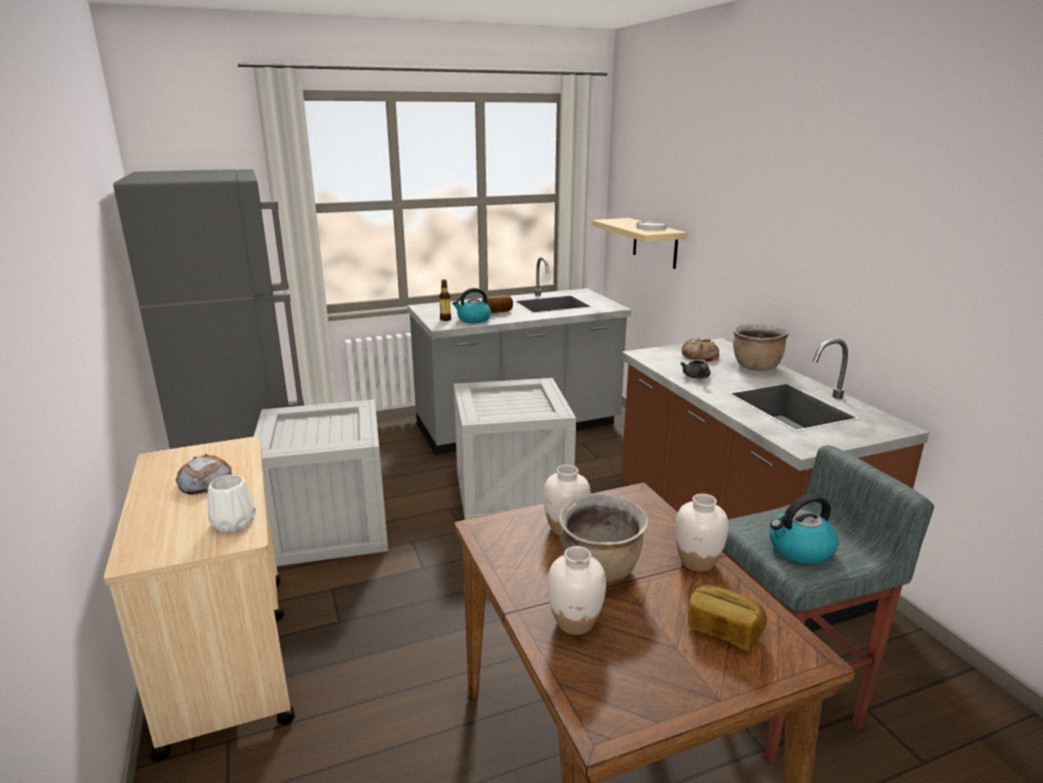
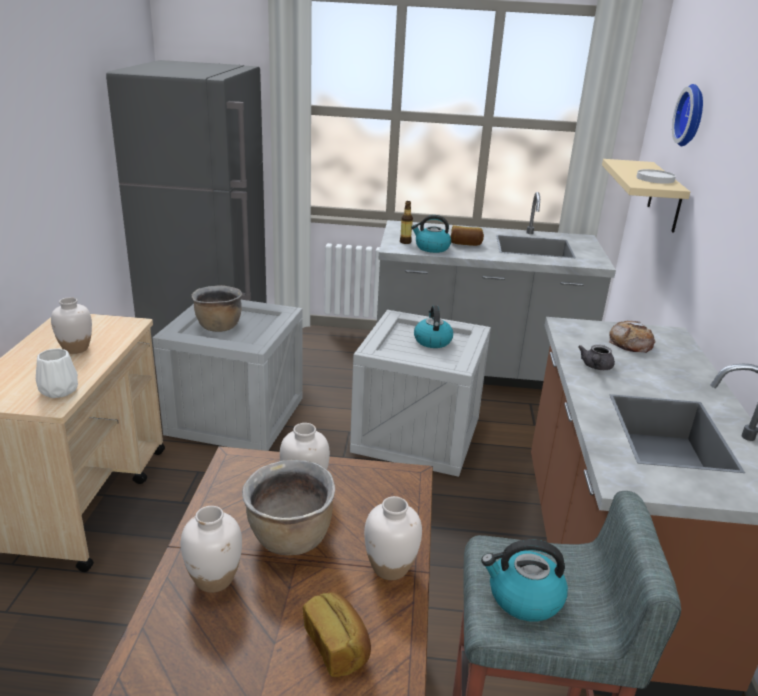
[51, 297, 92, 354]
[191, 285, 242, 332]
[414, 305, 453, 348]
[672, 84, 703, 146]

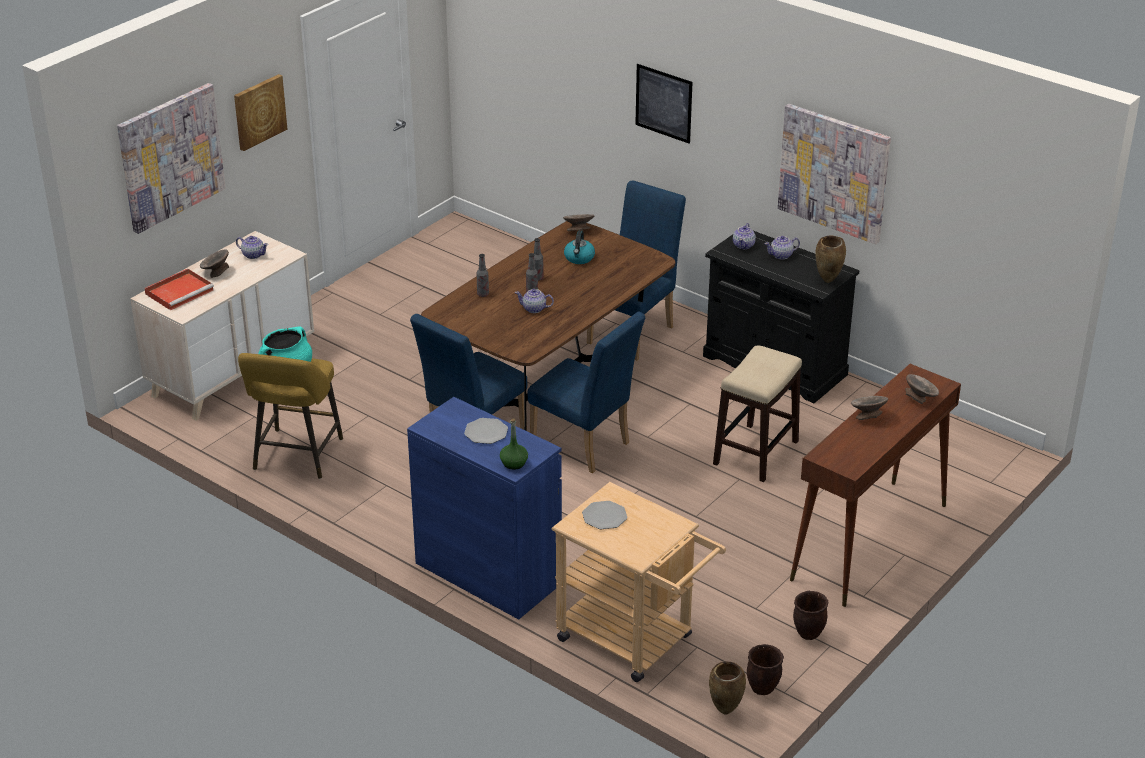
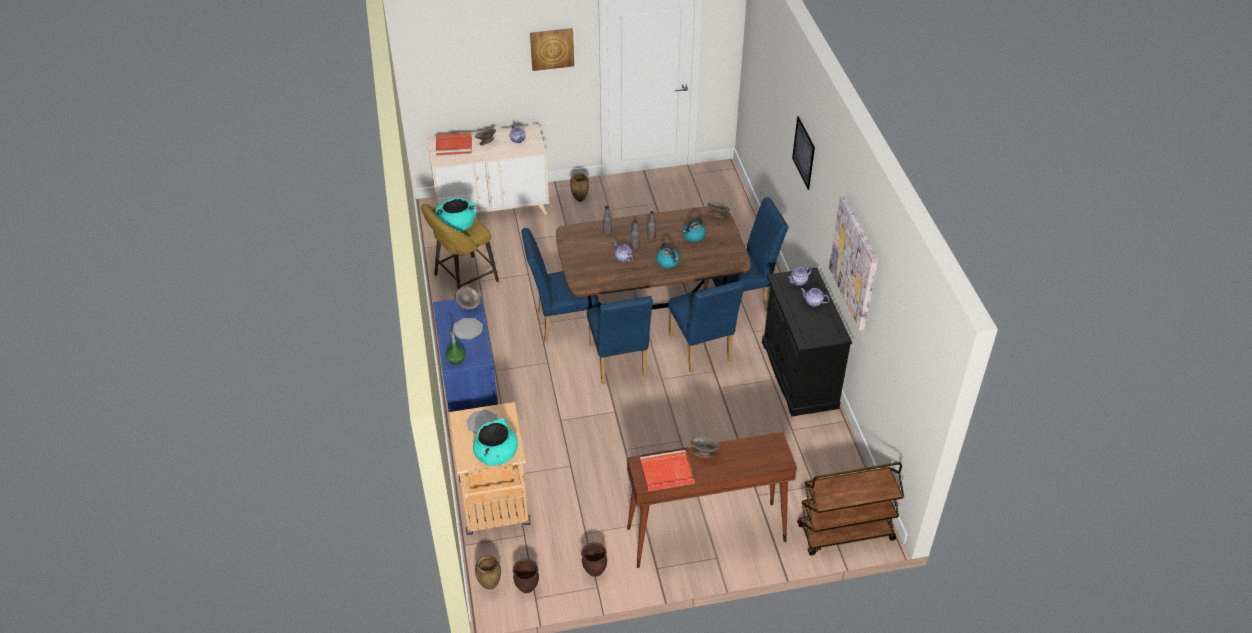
[455, 287, 480, 310]
[473, 418, 518, 466]
[570, 173, 589, 202]
[640, 450, 695, 491]
[656, 243, 680, 268]
[668, 280, 745, 372]
[797, 462, 904, 556]
[117, 83, 226, 234] (first image)
[713, 346, 802, 482] (first image)

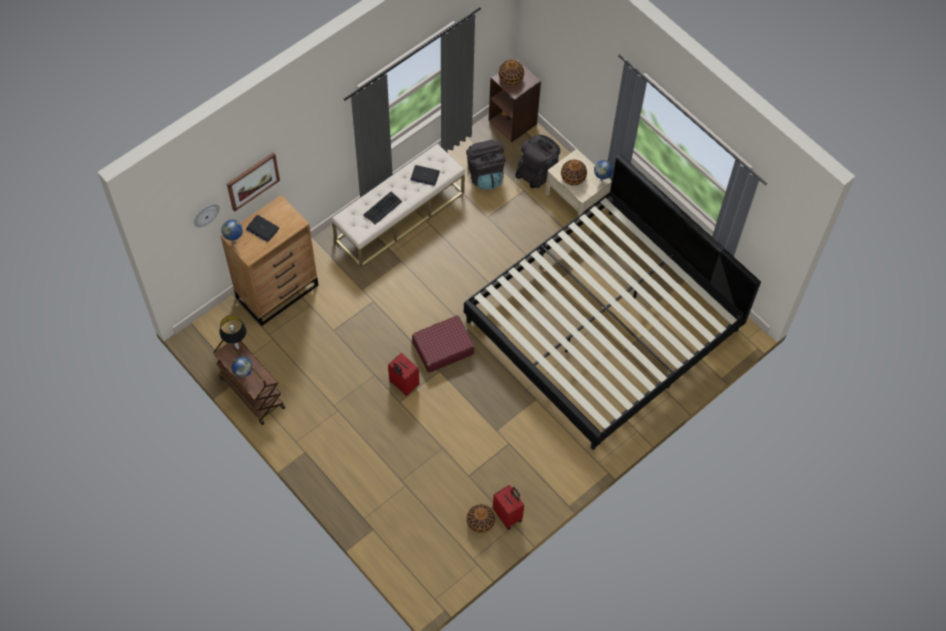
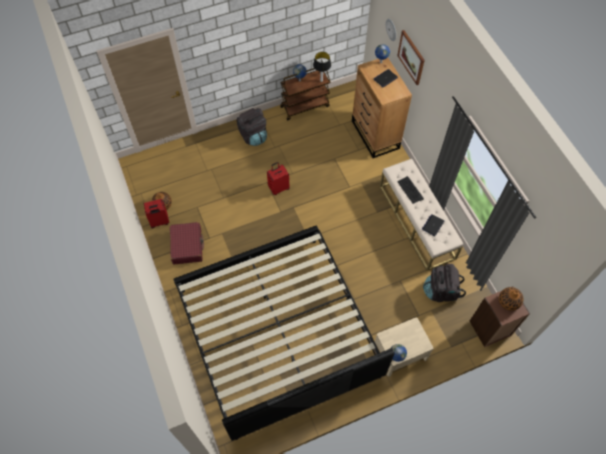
[170, 222, 204, 264]
[237, 108, 267, 146]
[561, 159, 587, 185] (first image)

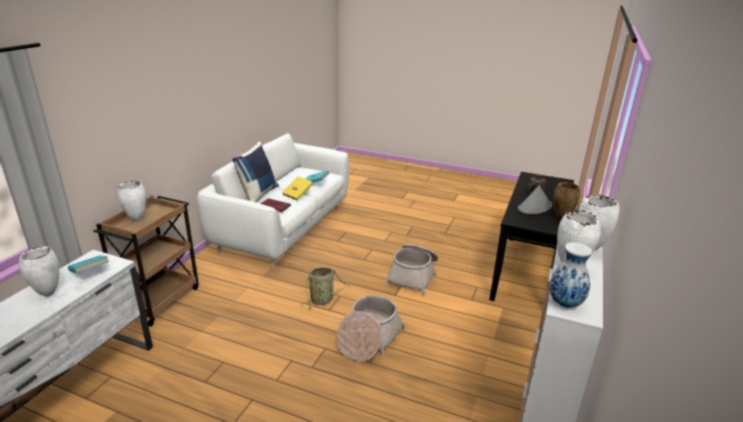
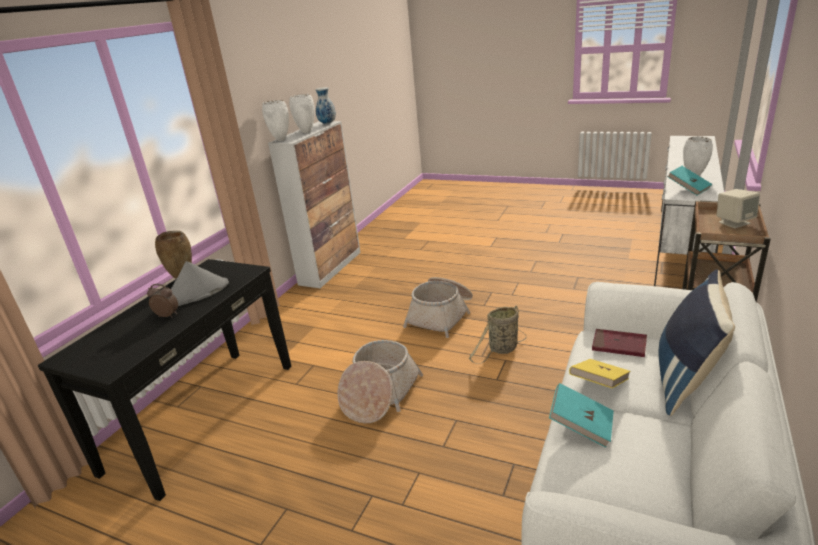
[717, 189, 760, 228]

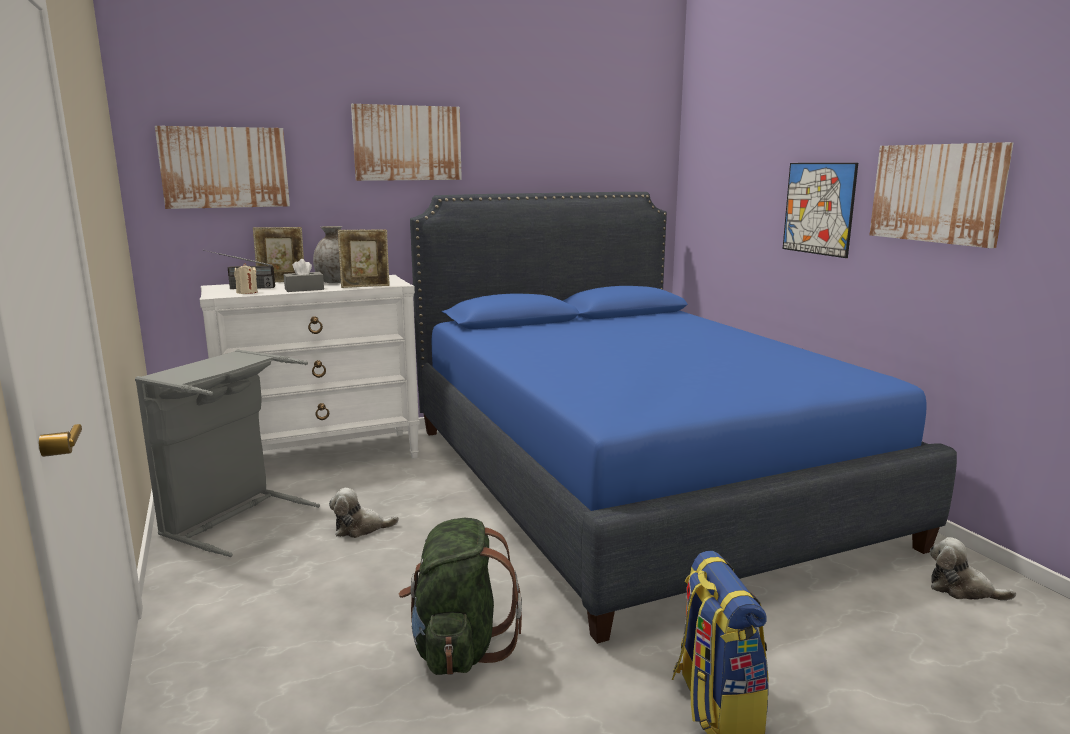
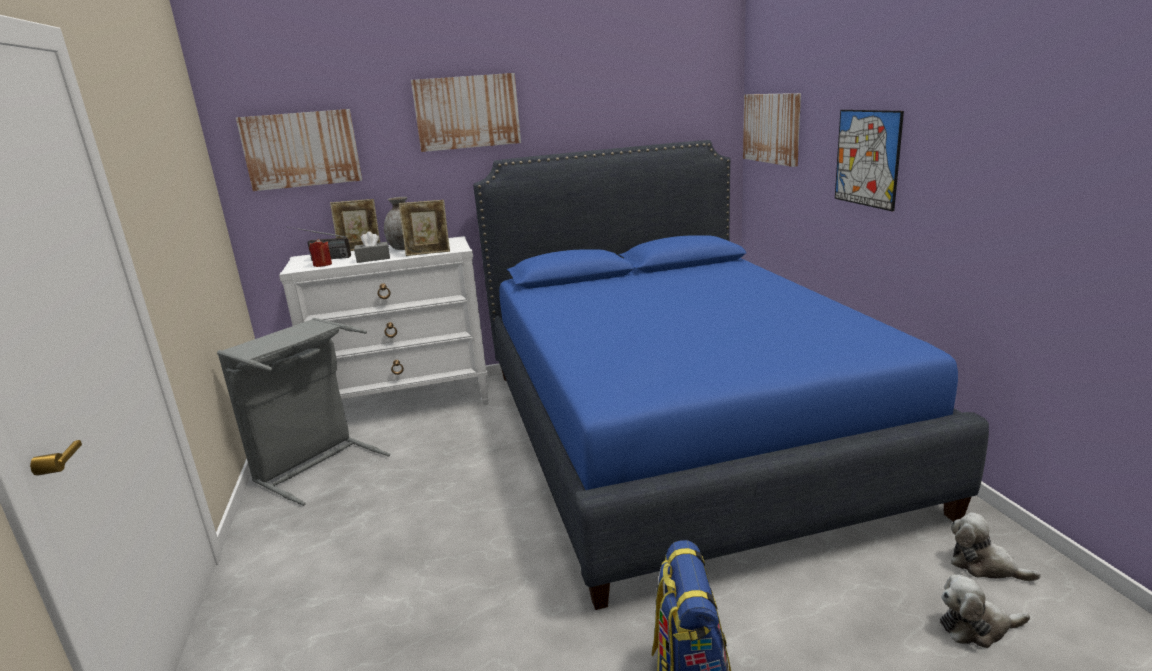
[309, 239, 332, 267]
[743, 93, 801, 167]
[940, 574, 1030, 648]
[399, 518, 522, 675] (first image)

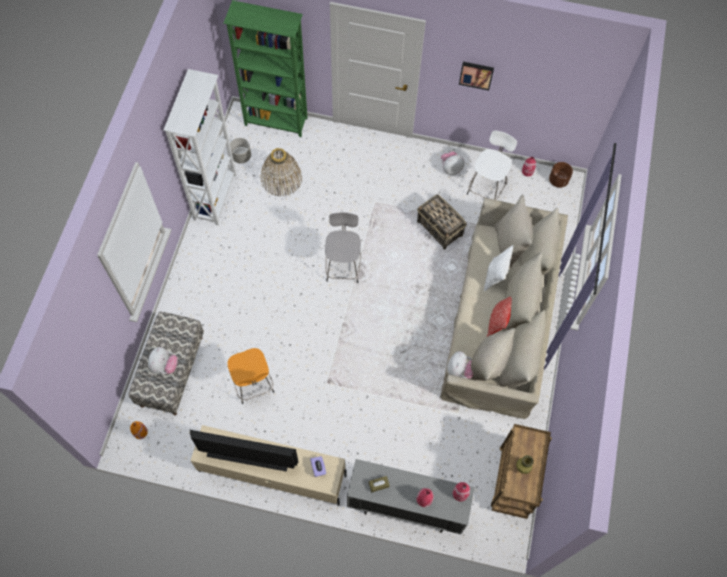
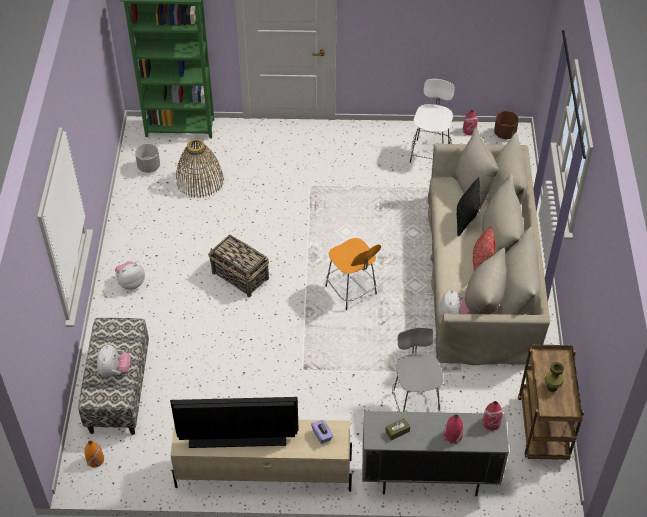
[115, 261, 145, 290]
[208, 235, 269, 297]
[325, 238, 381, 310]
[392, 327, 444, 412]
[457, 177, 480, 236]
[164, 69, 236, 226] (first image)
[459, 62, 494, 91] (first image)

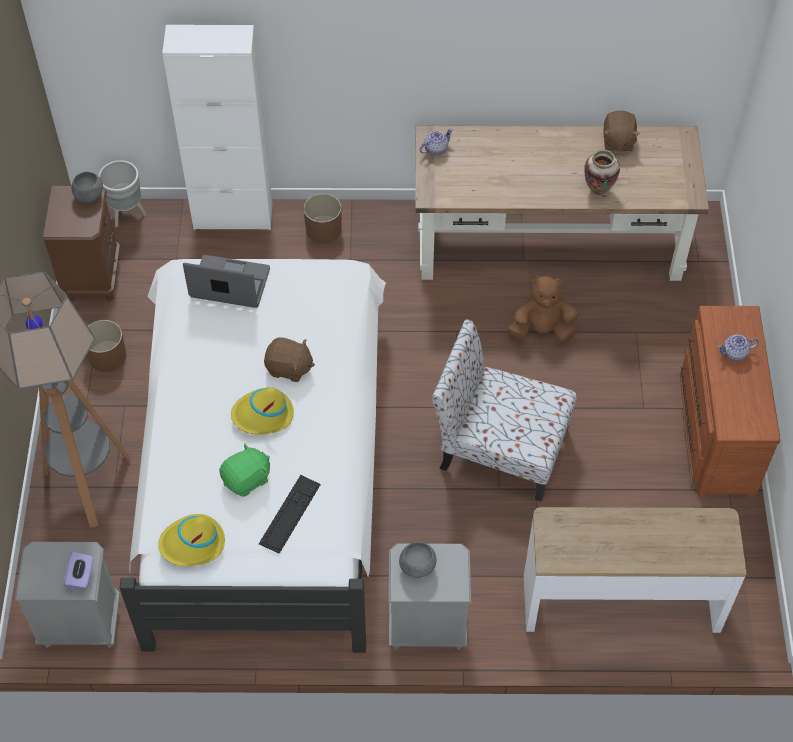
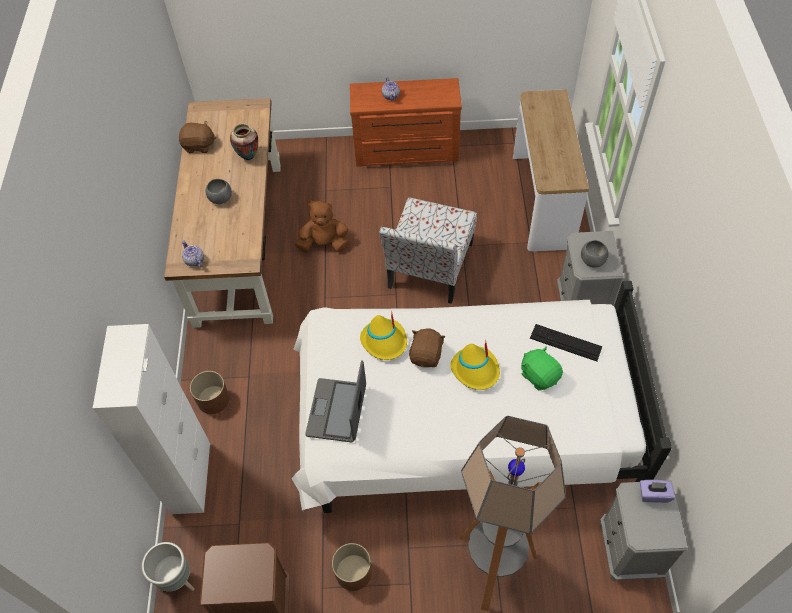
[205, 179, 232, 204]
[295, 201, 349, 252]
[360, 310, 407, 360]

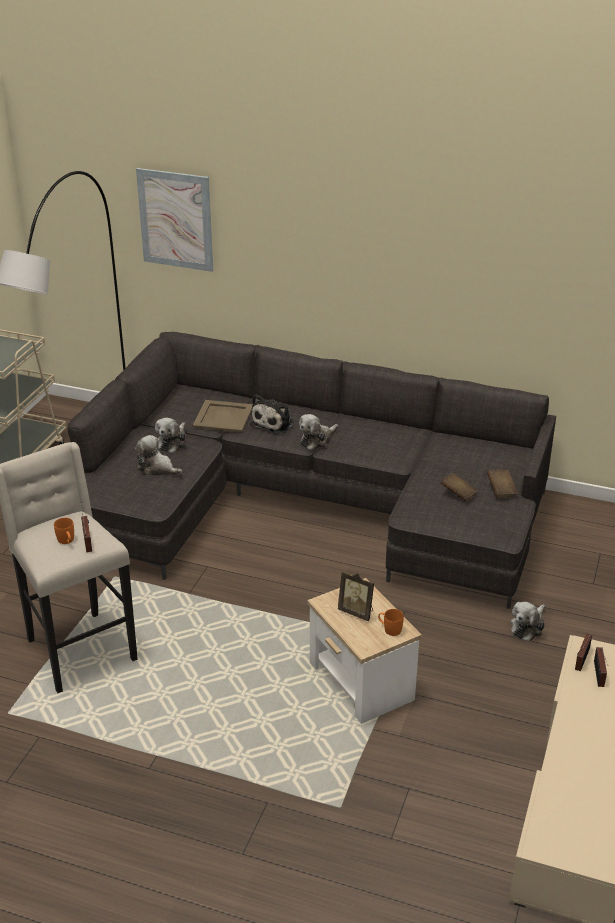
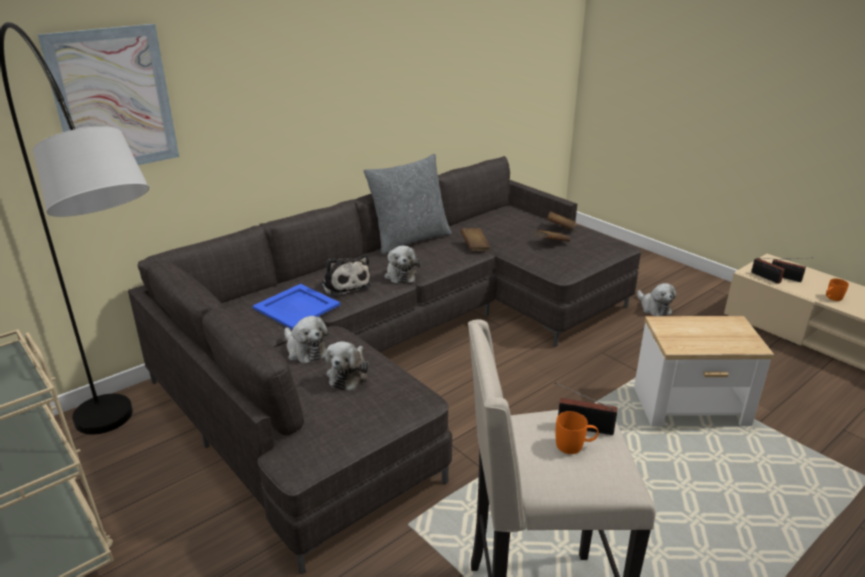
[253, 284, 340, 330]
[325, 341, 369, 391]
[363, 154, 452, 255]
[460, 228, 490, 251]
[826, 278, 849, 301]
[338, 571, 374, 621] (first image)

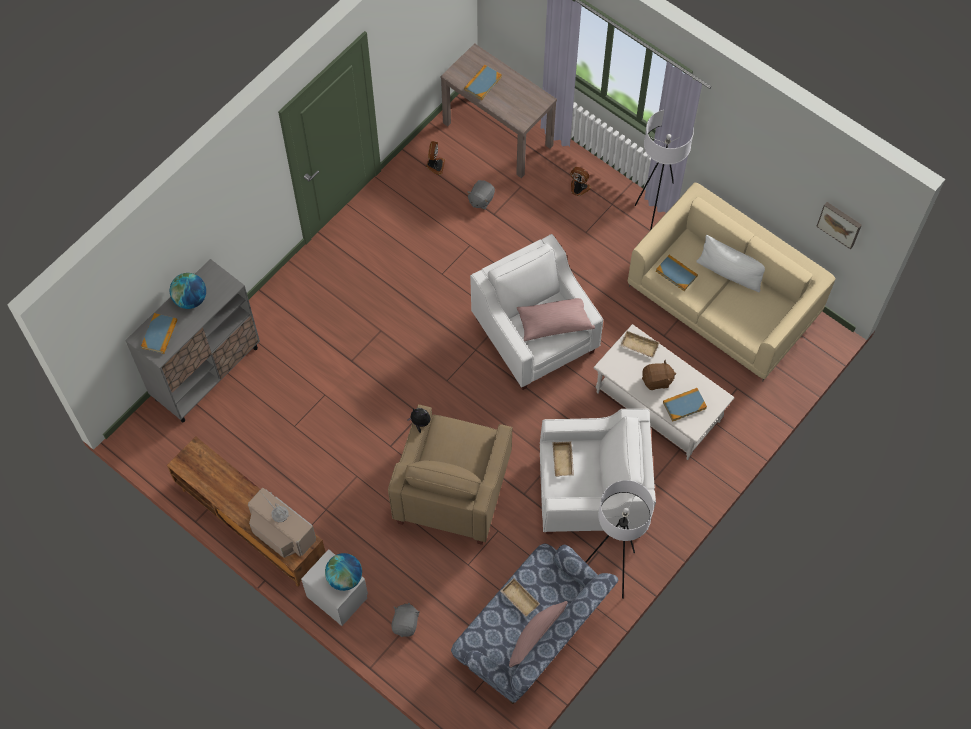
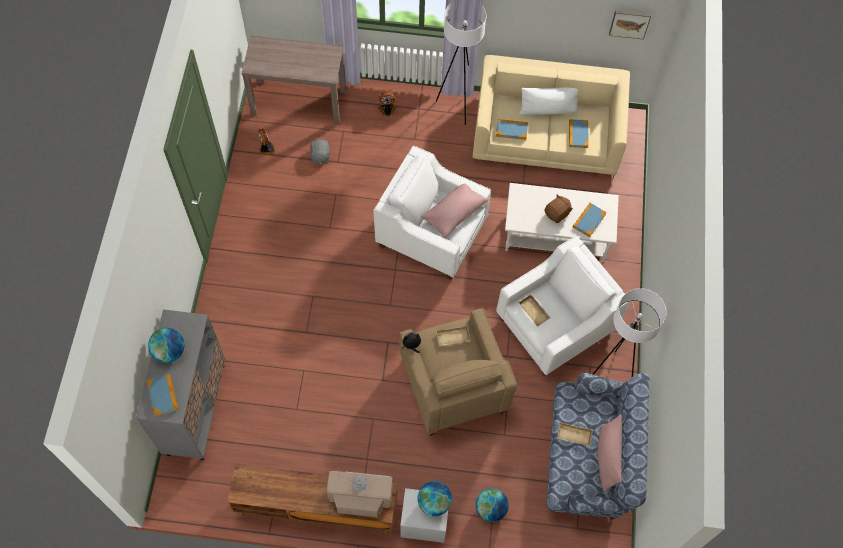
[436, 325, 471, 346]
[476, 488, 509, 522]
[569, 119, 589, 148]

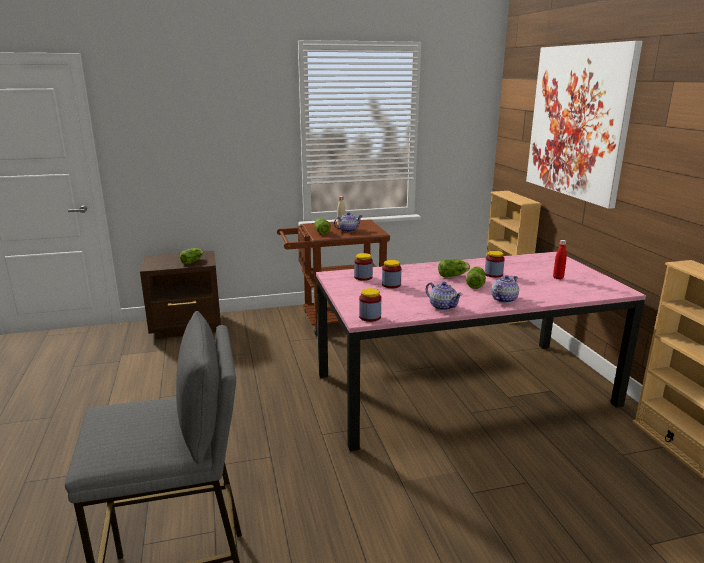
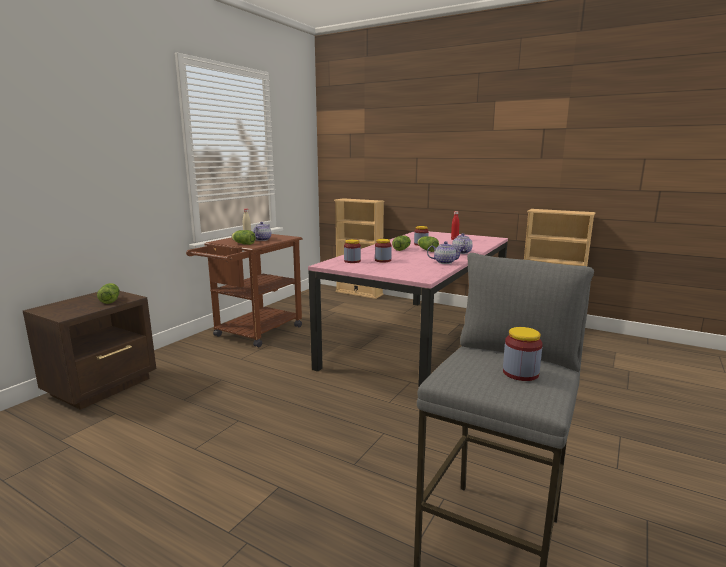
[503, 327, 543, 381]
[526, 41, 643, 209] (first image)

